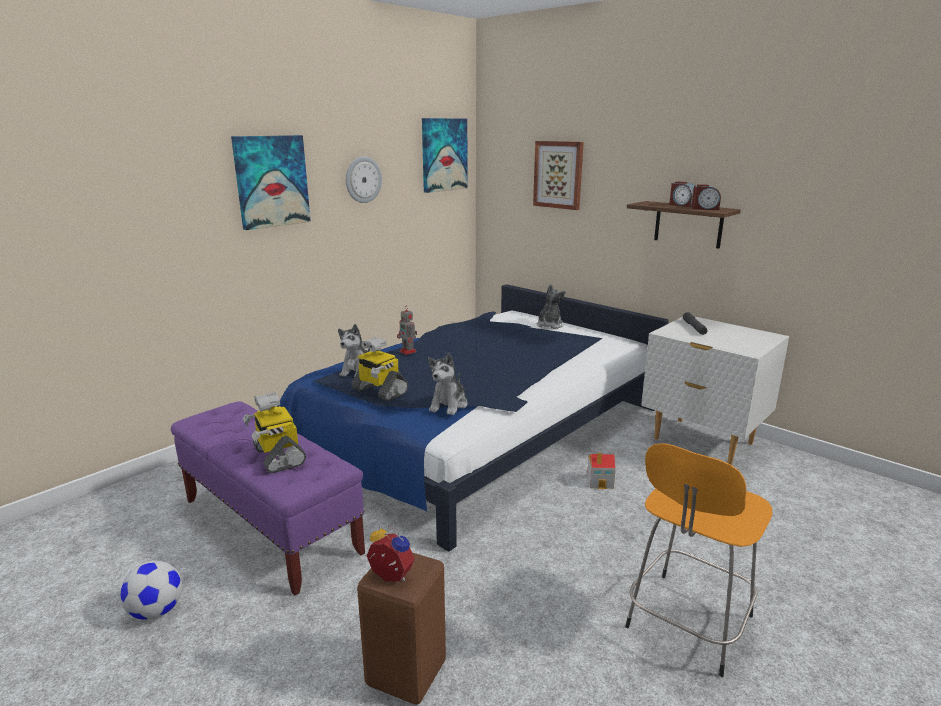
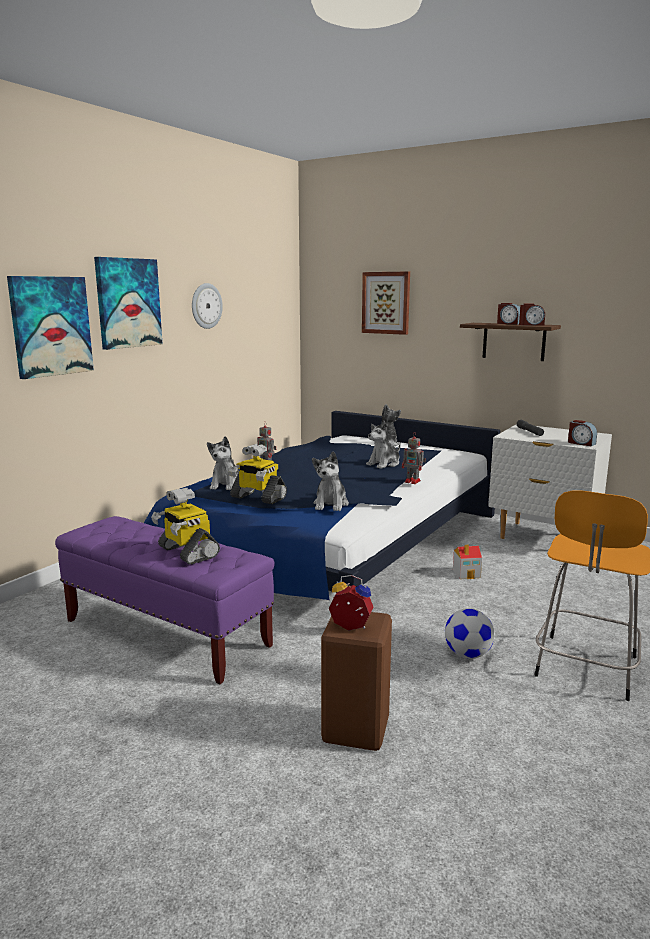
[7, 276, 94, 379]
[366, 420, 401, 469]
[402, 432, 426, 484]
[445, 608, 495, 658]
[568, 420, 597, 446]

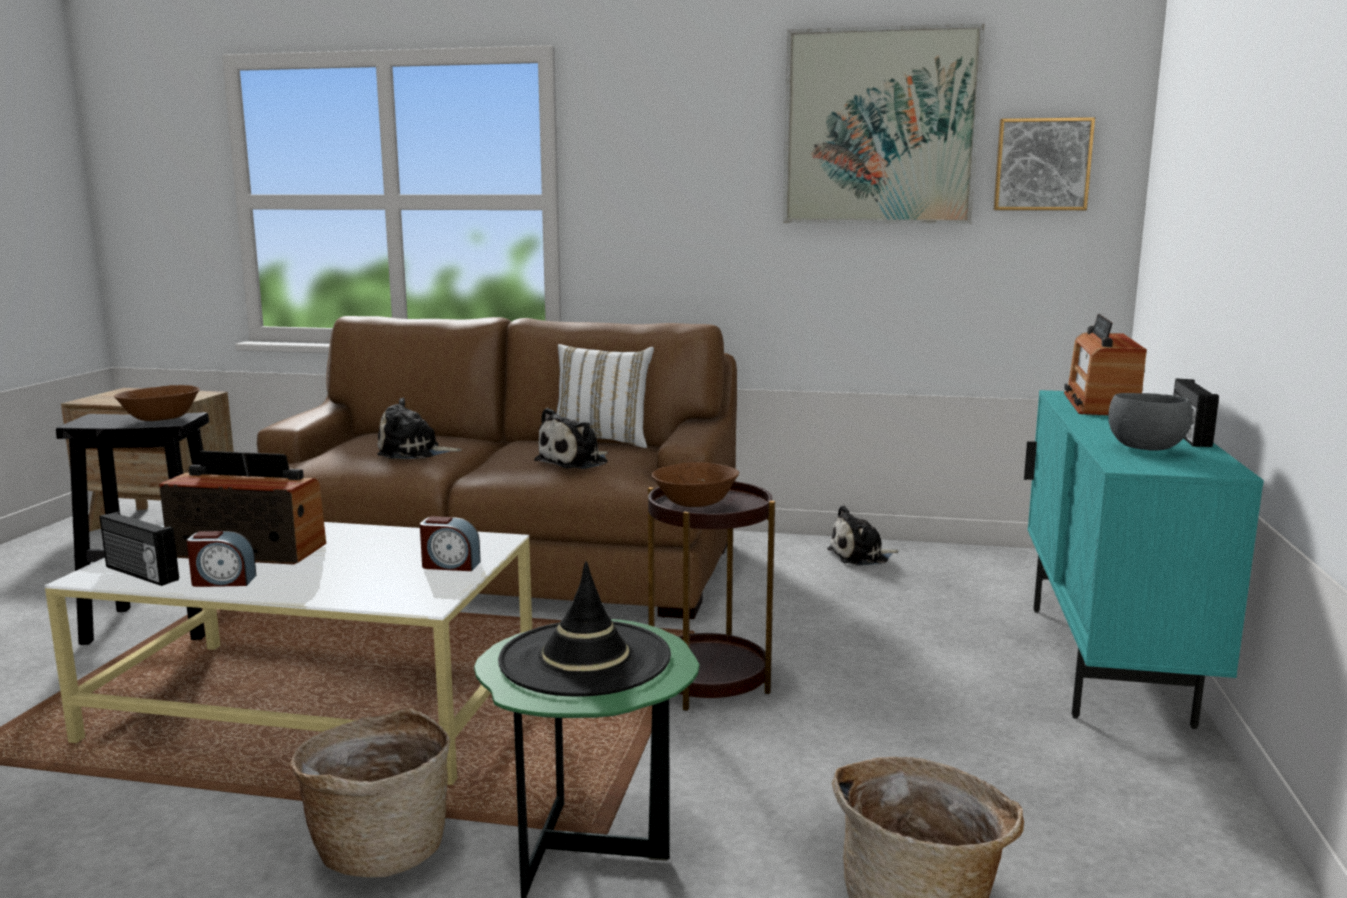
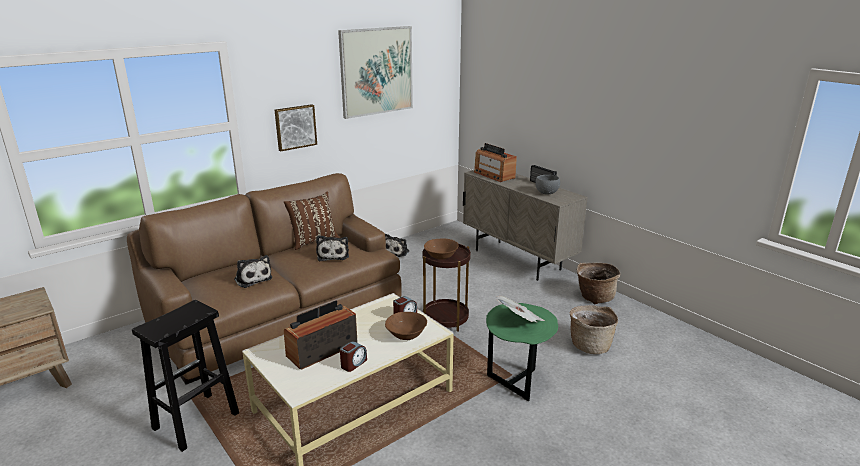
[234, 255, 272, 288]
[275, 104, 317, 151]
[284, 191, 339, 250]
[385, 312, 427, 340]
[463, 170, 588, 281]
[497, 296, 545, 323]
[577, 263, 620, 304]
[100, 512, 179, 586] (first image)

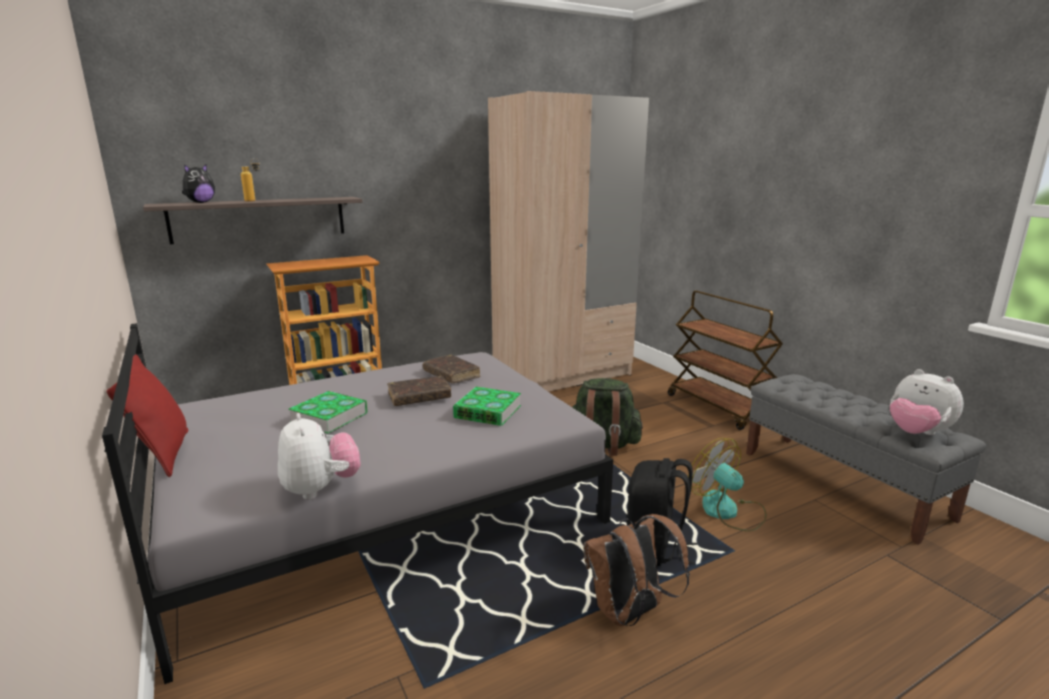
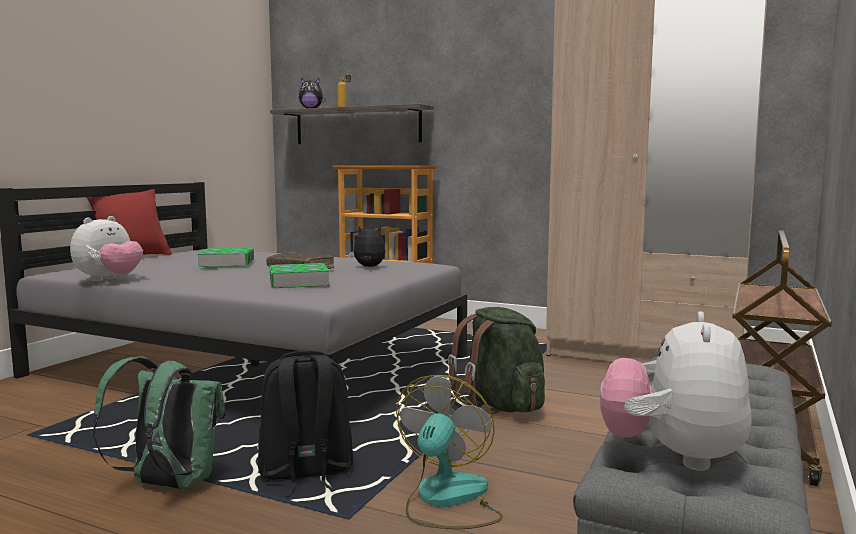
[92, 356, 226, 490]
[348, 226, 385, 267]

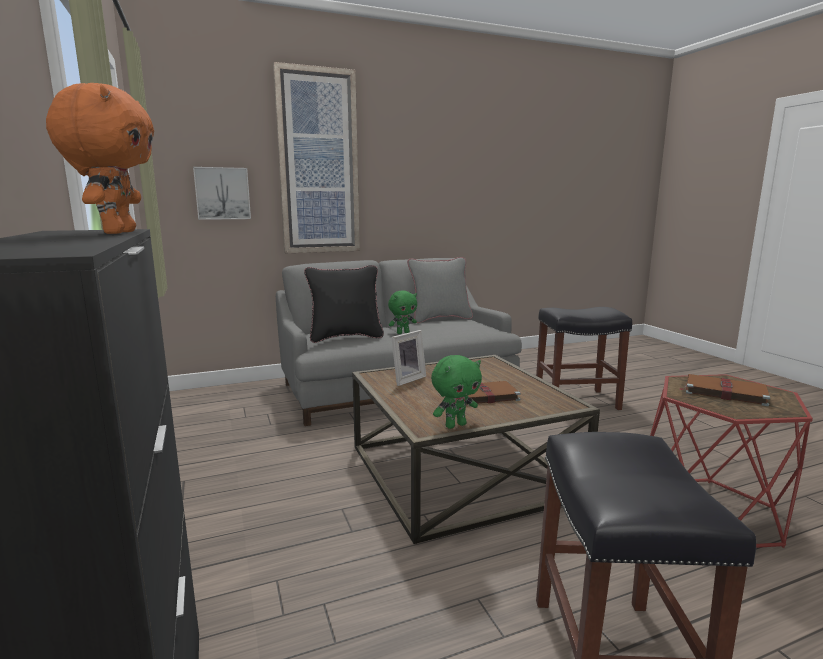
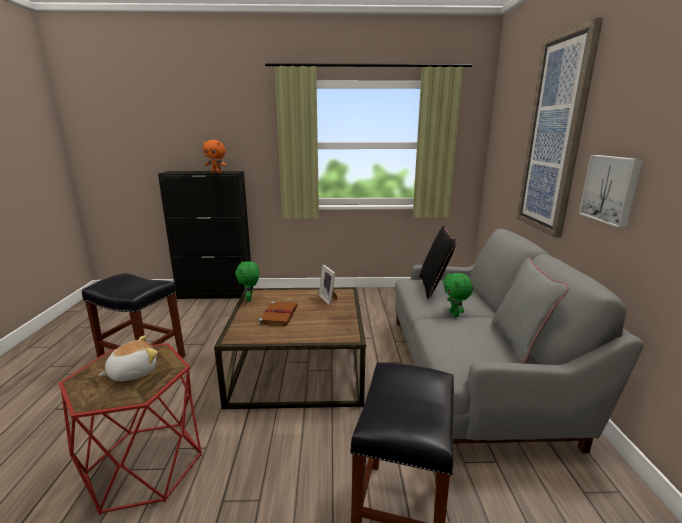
[98, 335, 158, 382]
[579, 155, 643, 228]

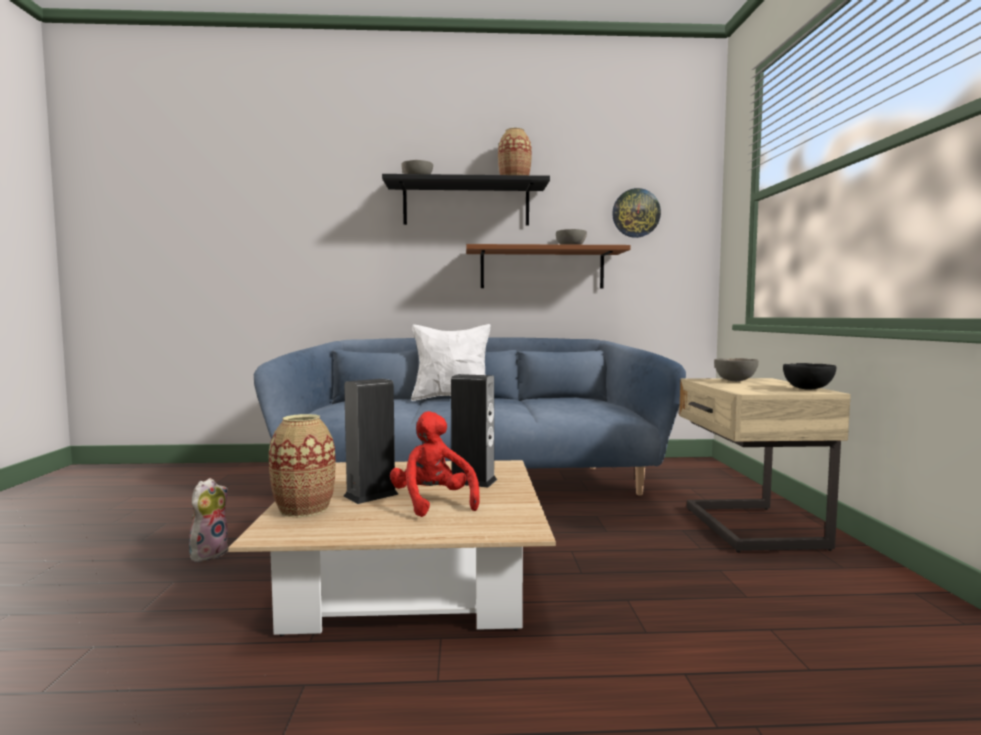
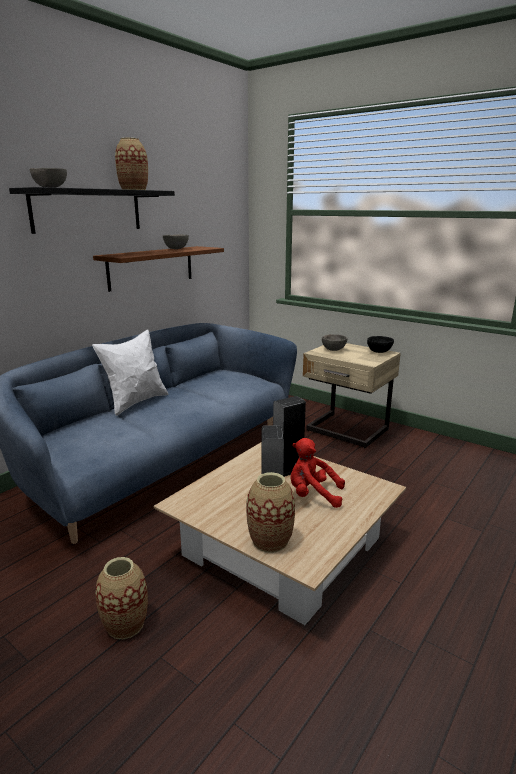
[95, 557, 148, 639]
[612, 188, 661, 238] (first image)

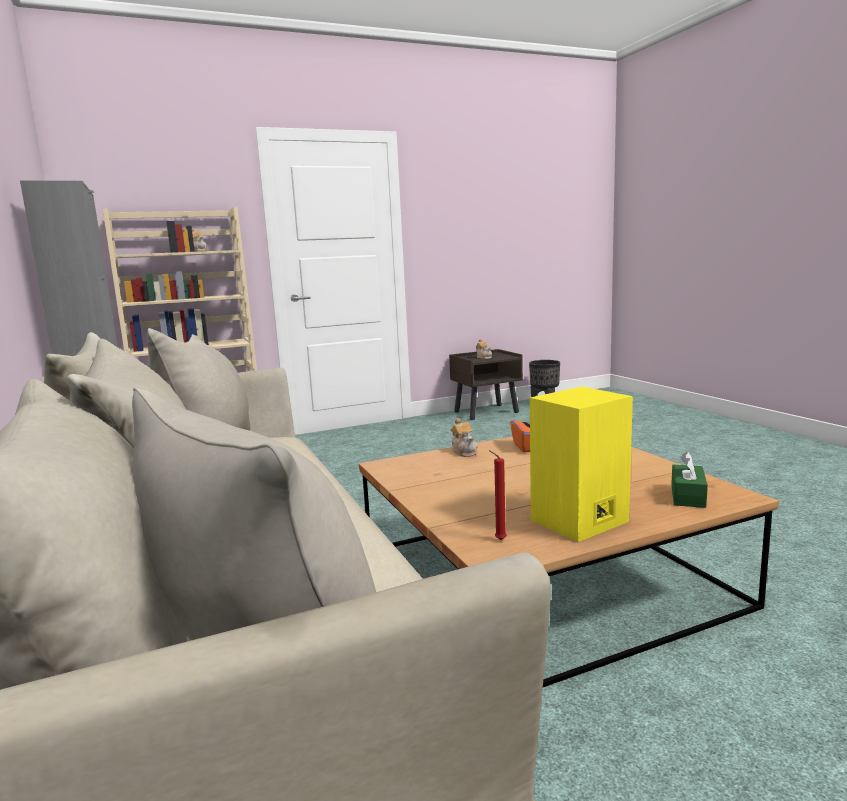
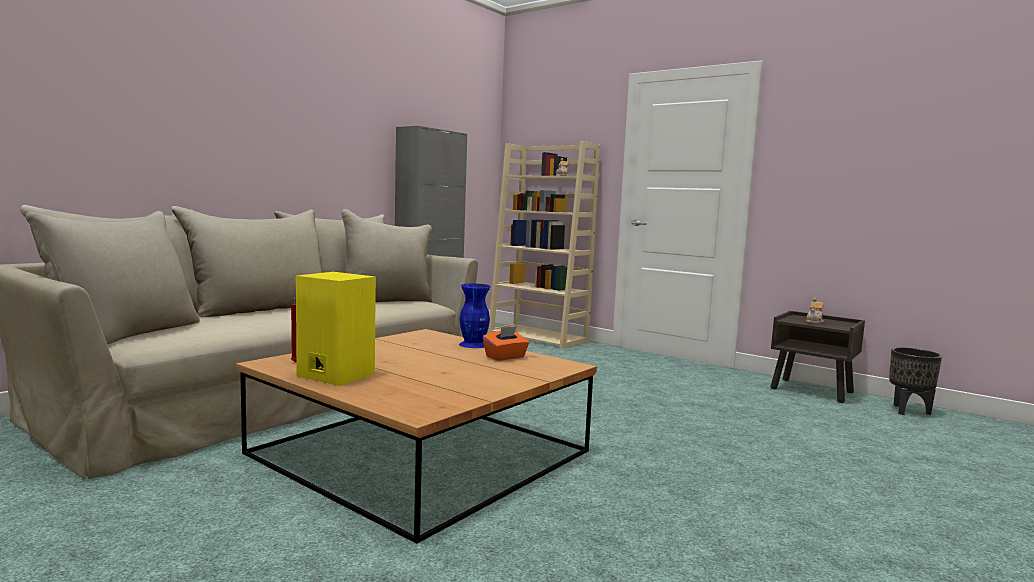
[459, 284, 490, 348]
[671, 452, 708, 508] (first image)

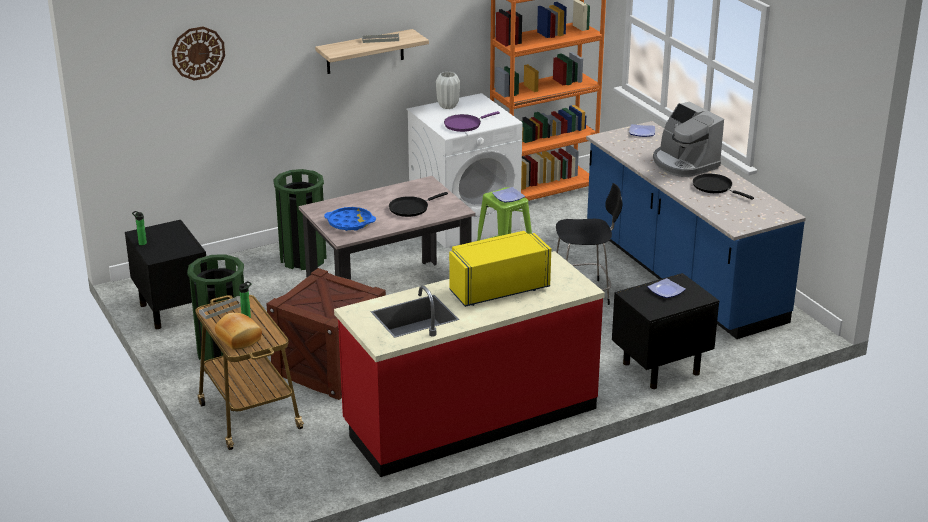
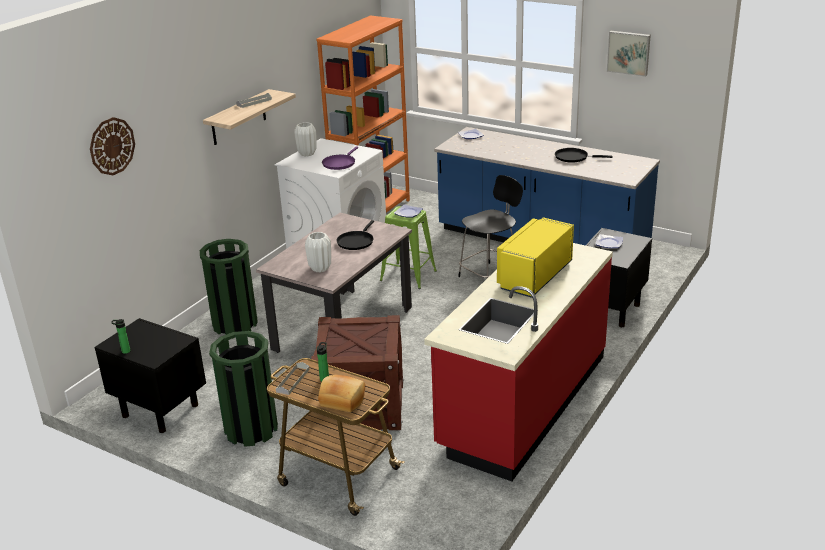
[305, 232, 331, 272]
[607, 31, 651, 77]
[653, 101, 724, 177] (first image)

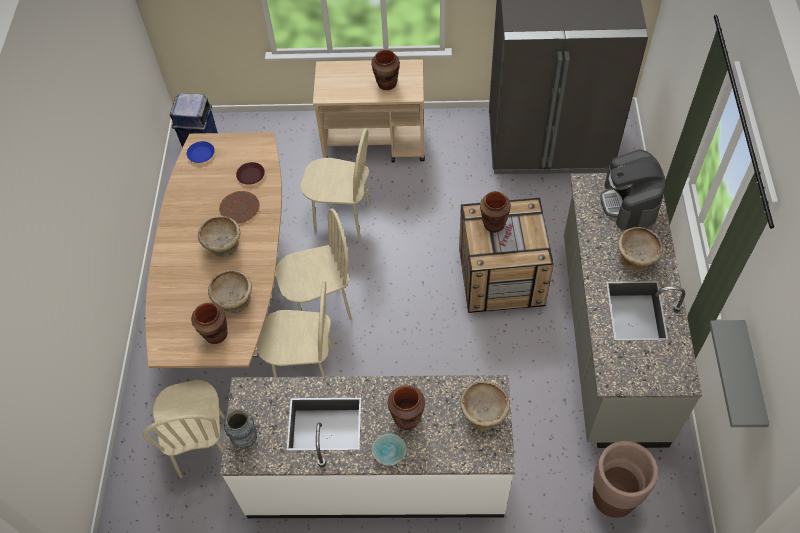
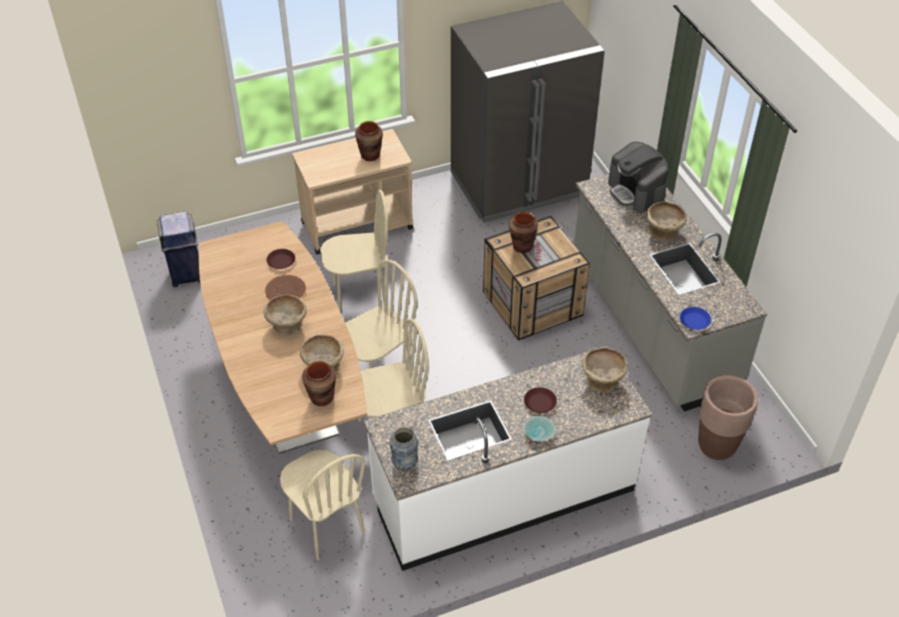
[524, 387, 557, 413]
[680, 307, 711, 330]
[709, 320, 770, 427] (first image)

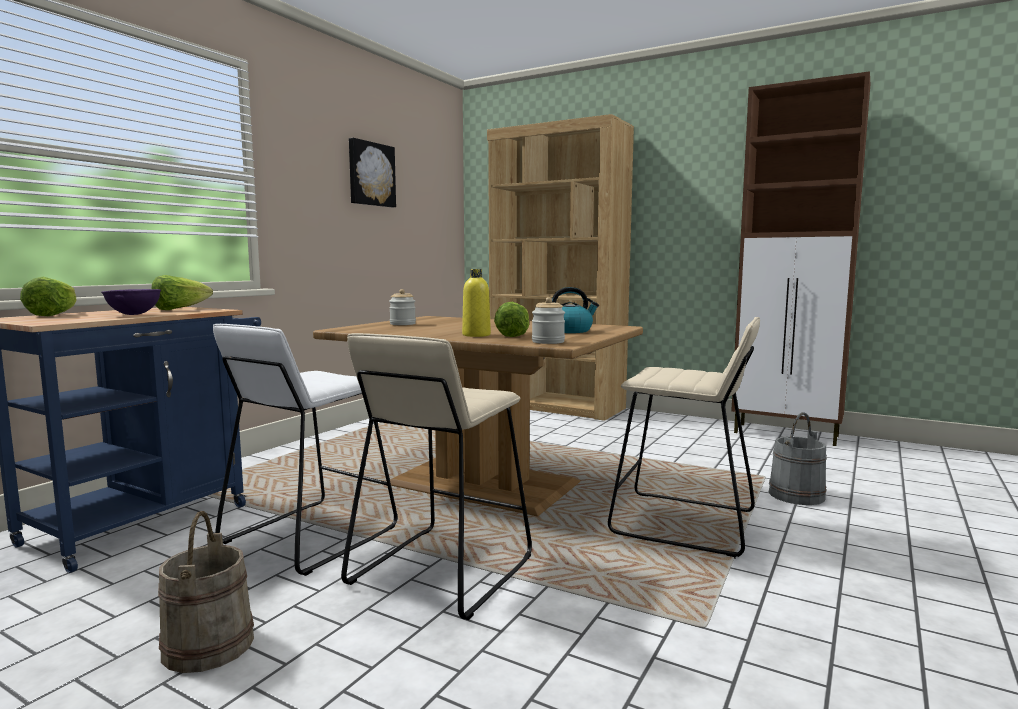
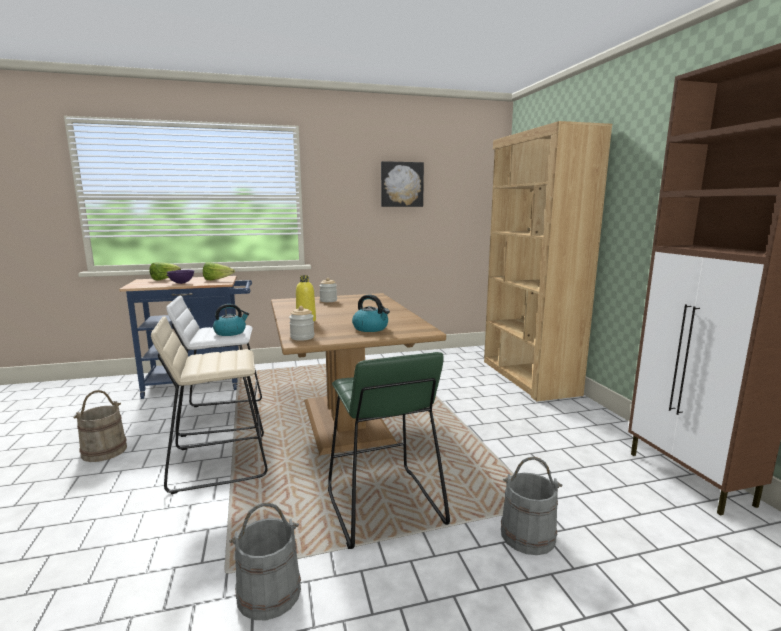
[213, 304, 249, 336]
[229, 503, 301, 620]
[328, 352, 450, 549]
[494, 301, 529, 337] (first image)

